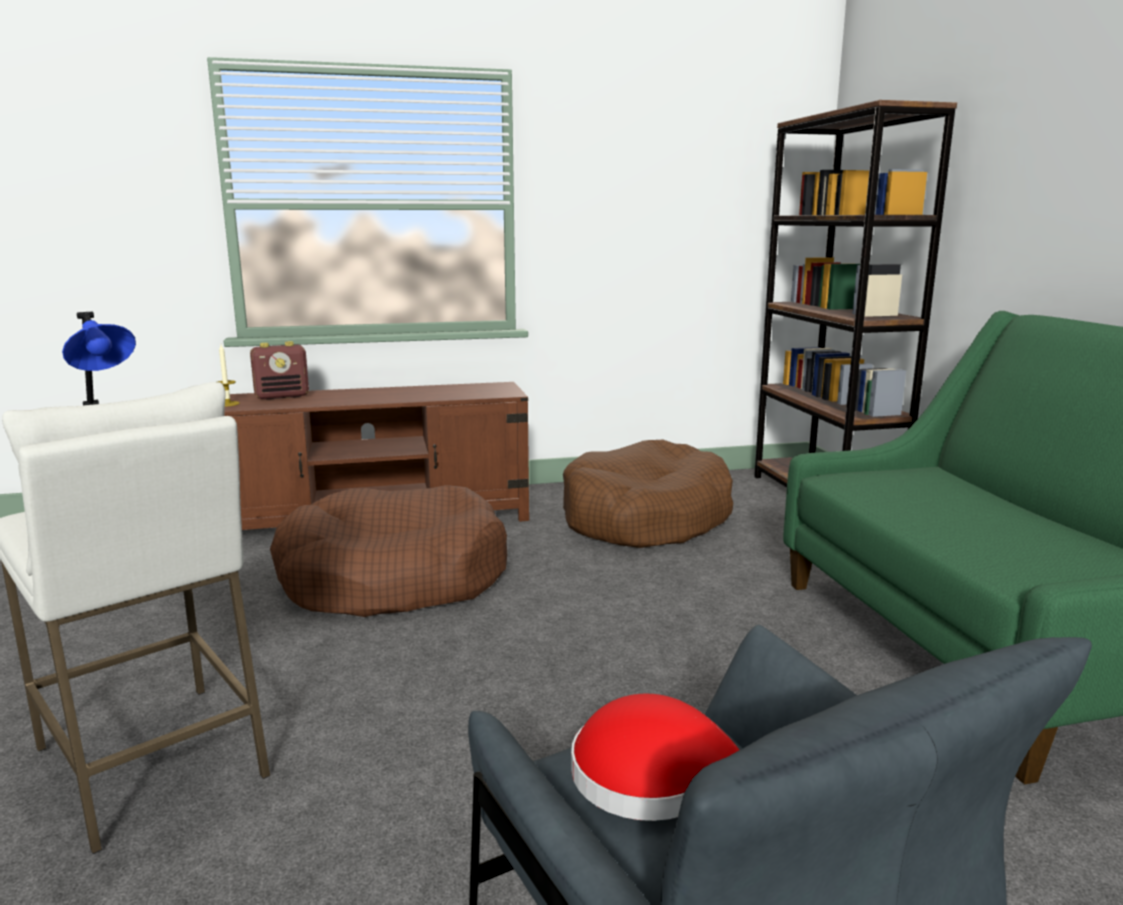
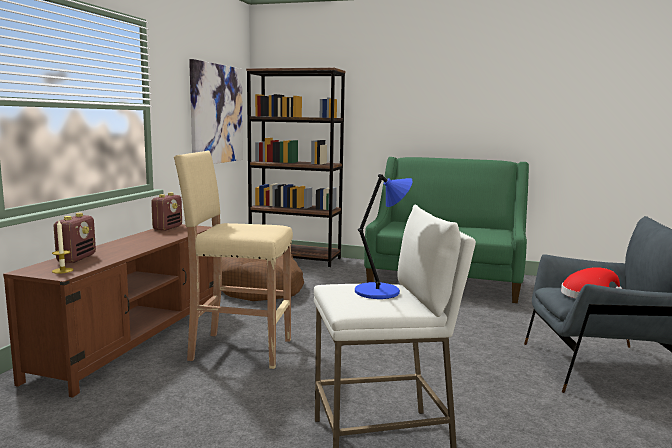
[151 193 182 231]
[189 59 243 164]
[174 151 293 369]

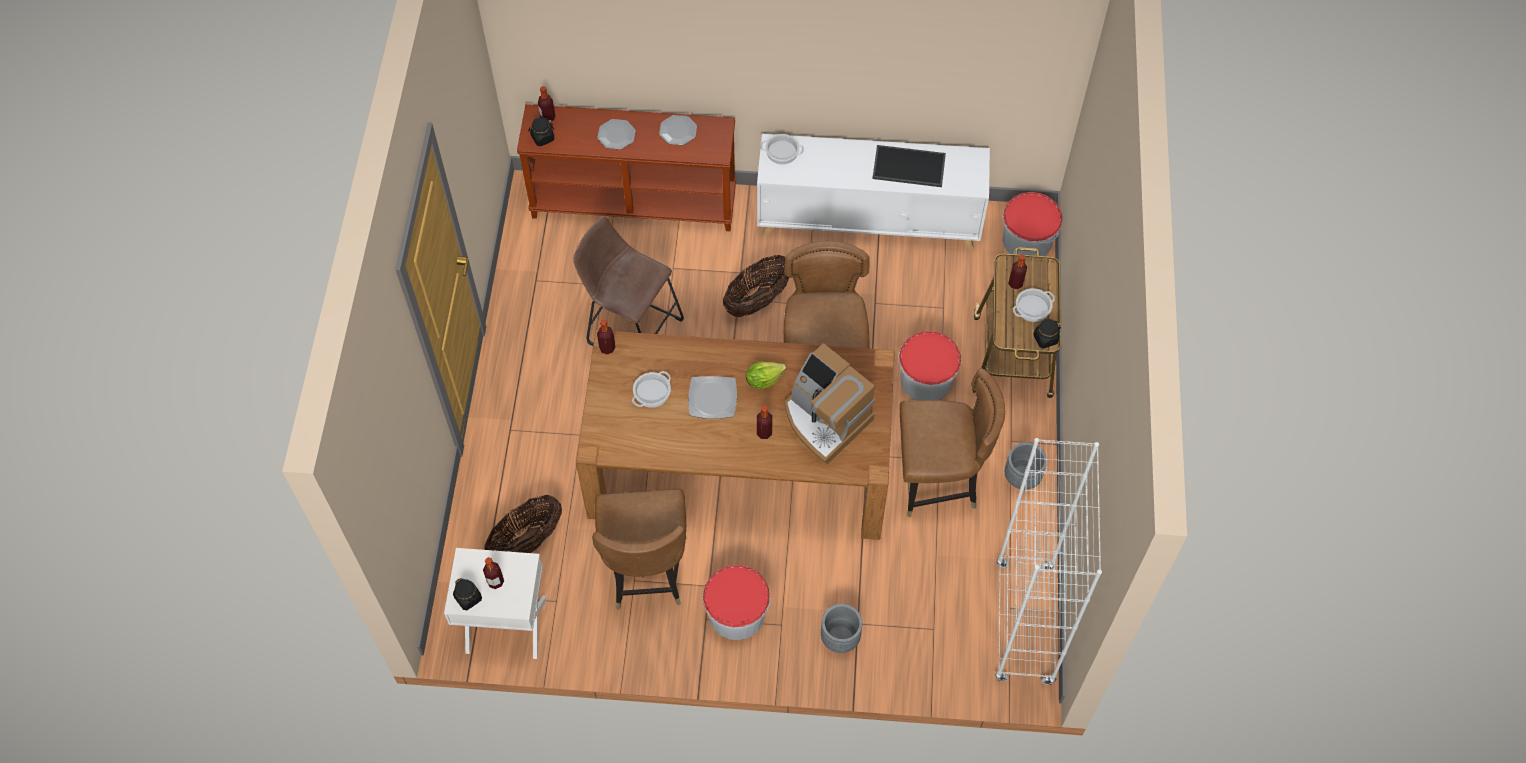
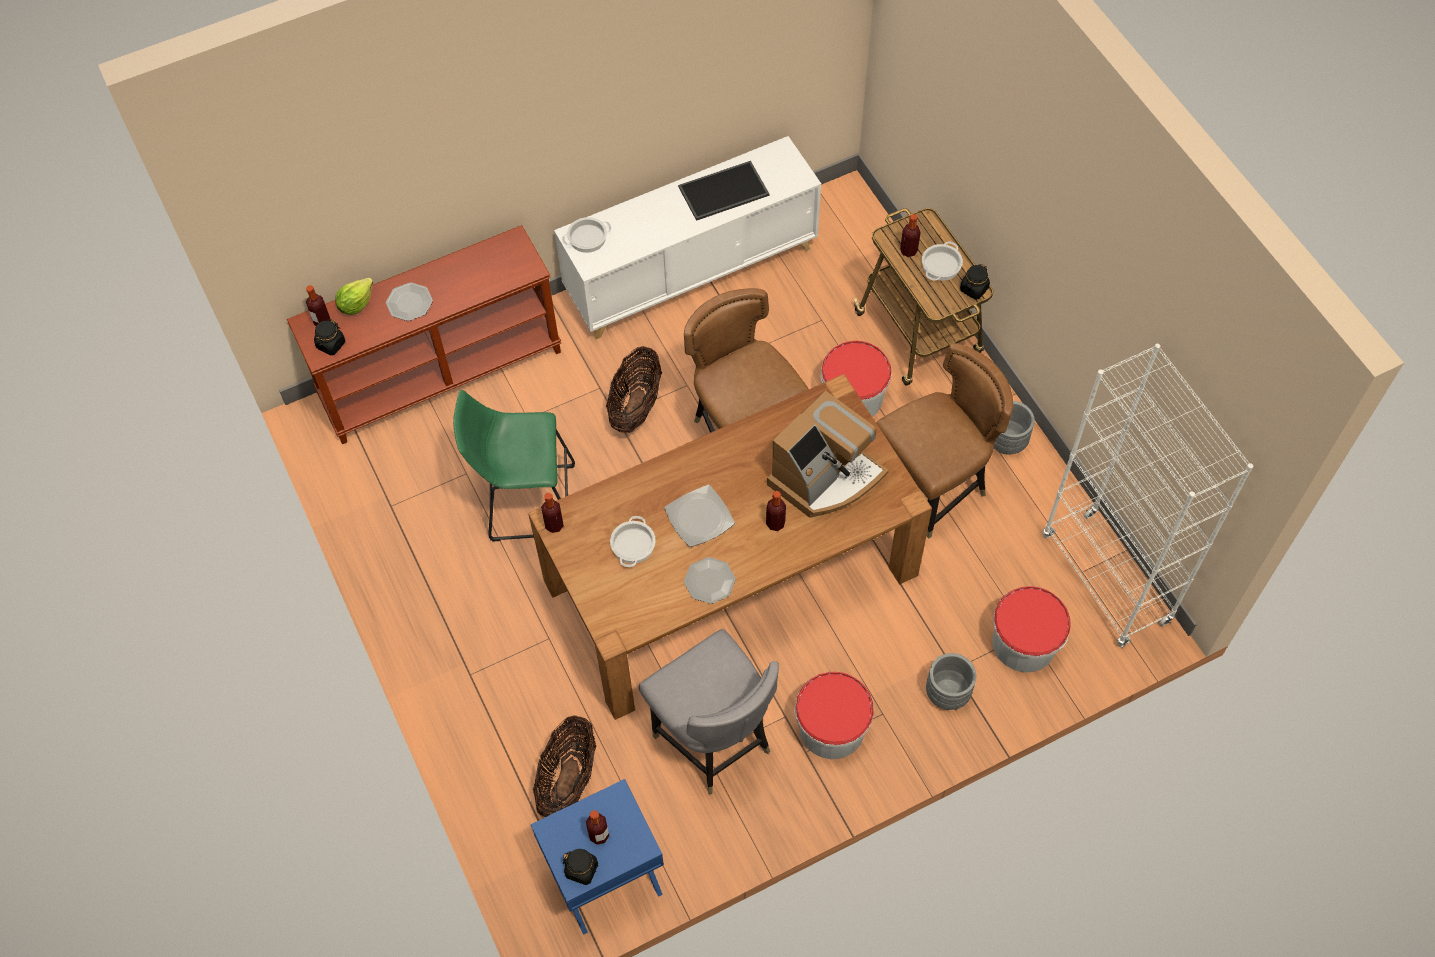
[684 557 736 604]
[335 277 373 315]
[992 586 1070 672]
[531 779 664 935]
[453 390 575 542]
[639 629 779 794]
[767 391 889 518]

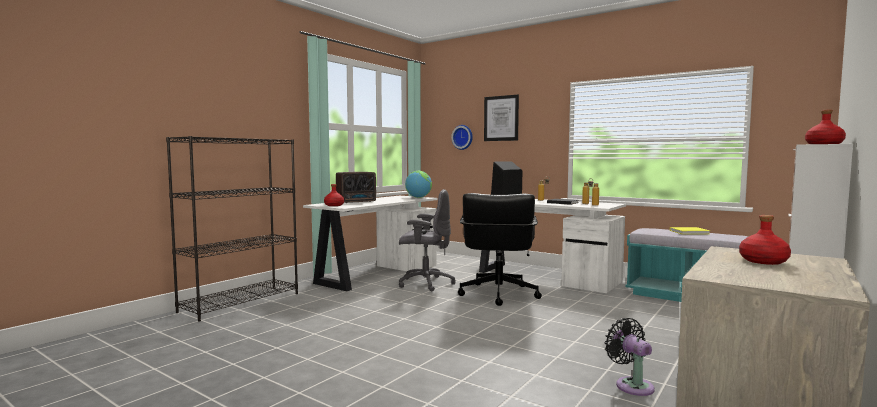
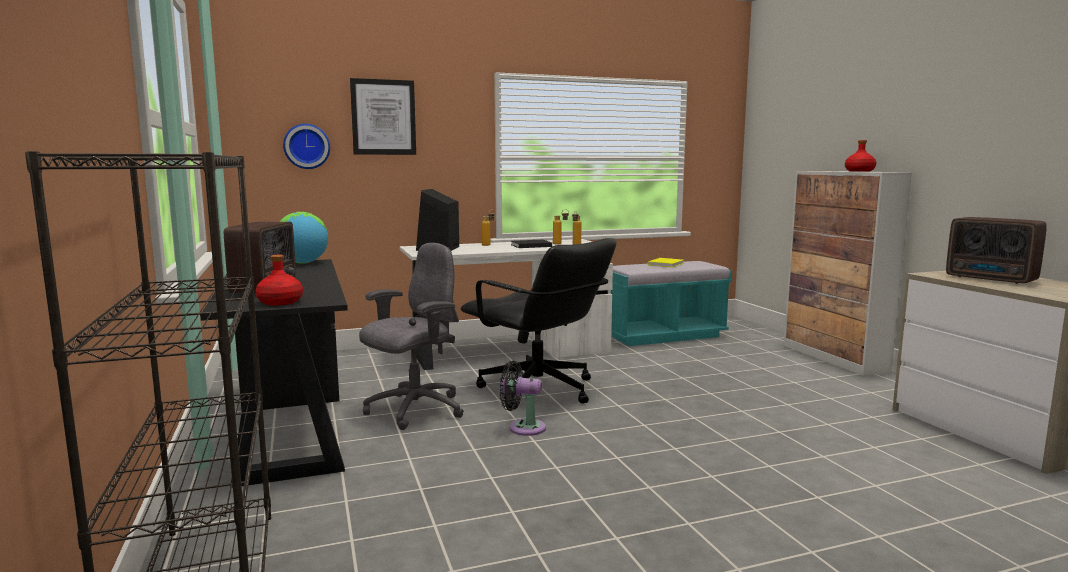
[500 361 546 436]
[946 217 1047 284]
[200 259 348 488]

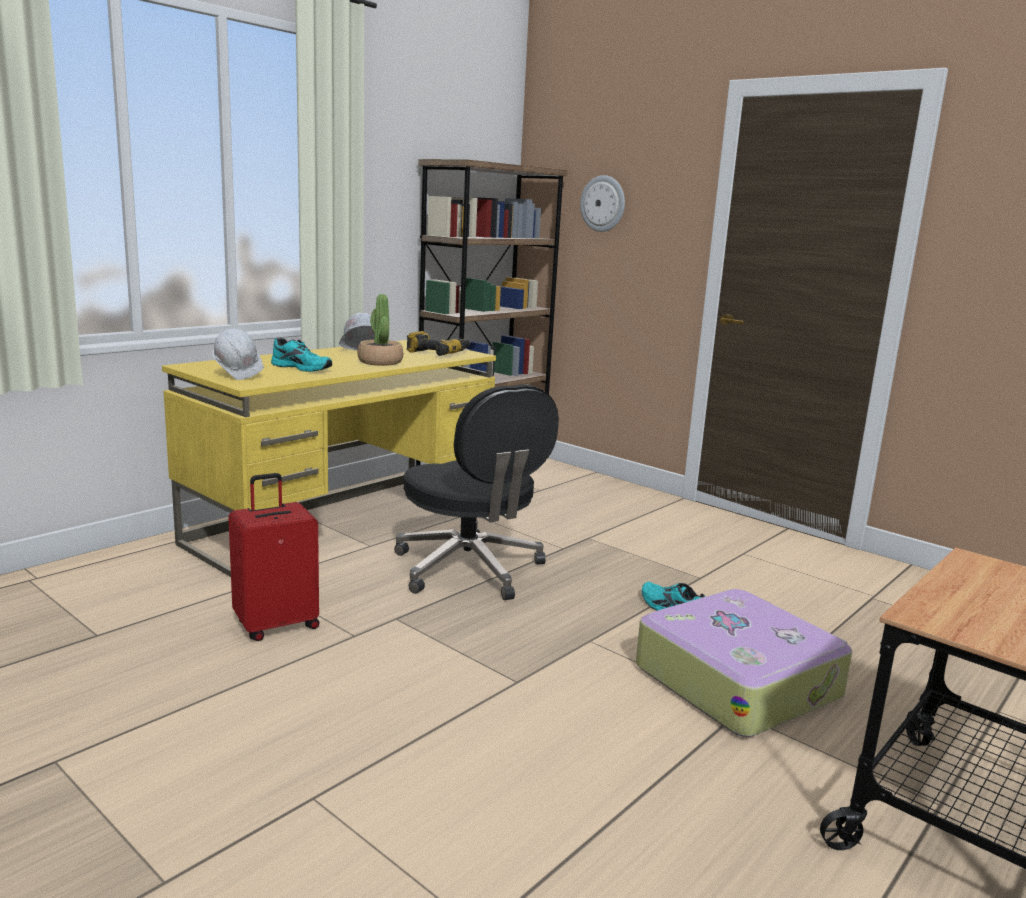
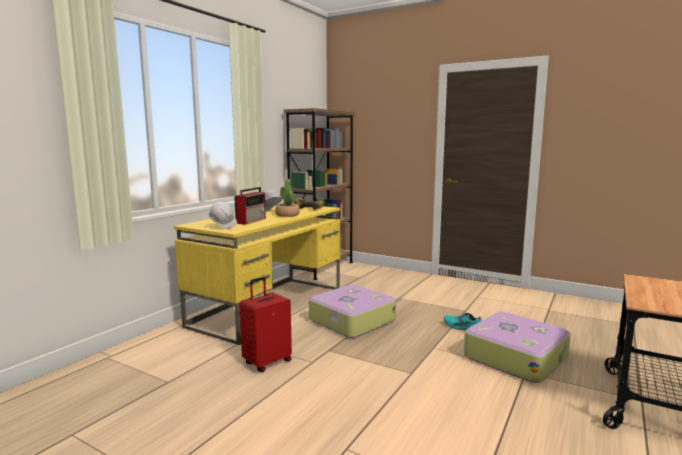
[580 175 625 232] (first image)
[234 187 266 225]
[309 285 396 338]

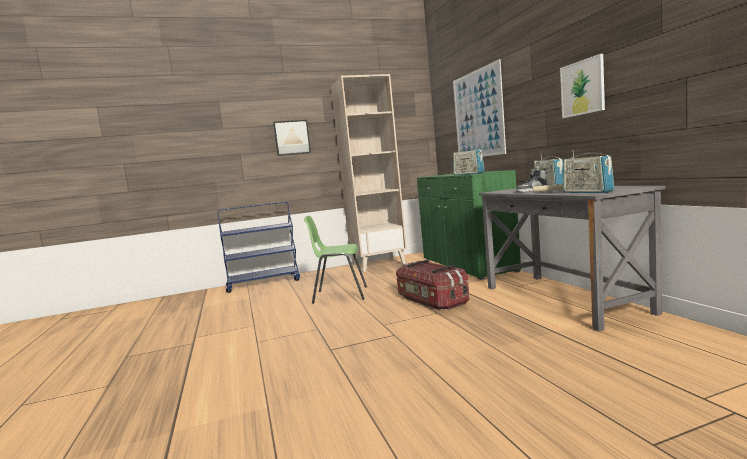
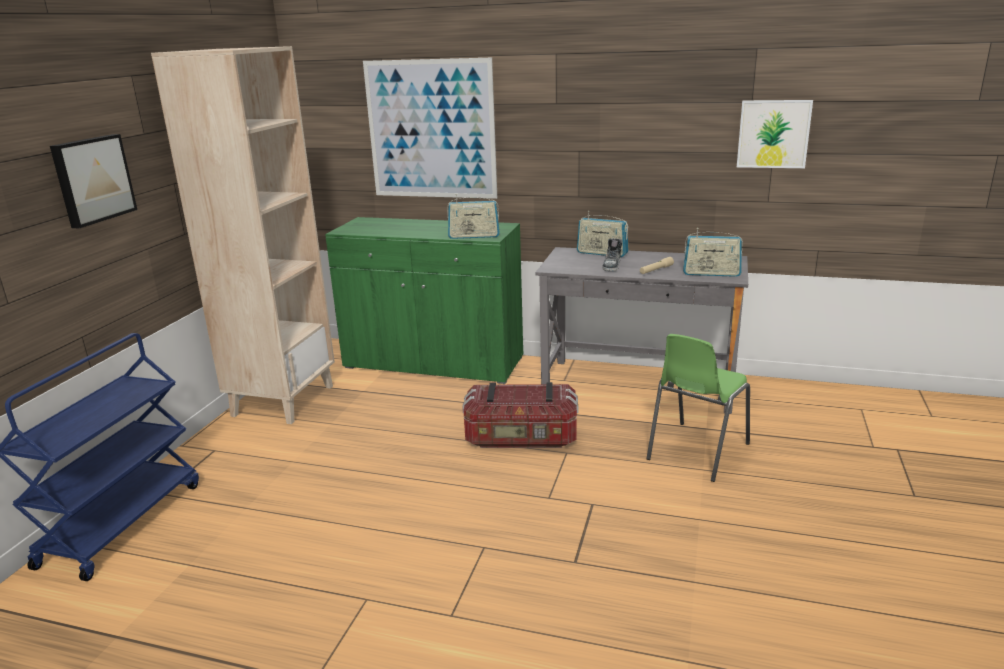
[646 334 750 482]
[737 100 813 168]

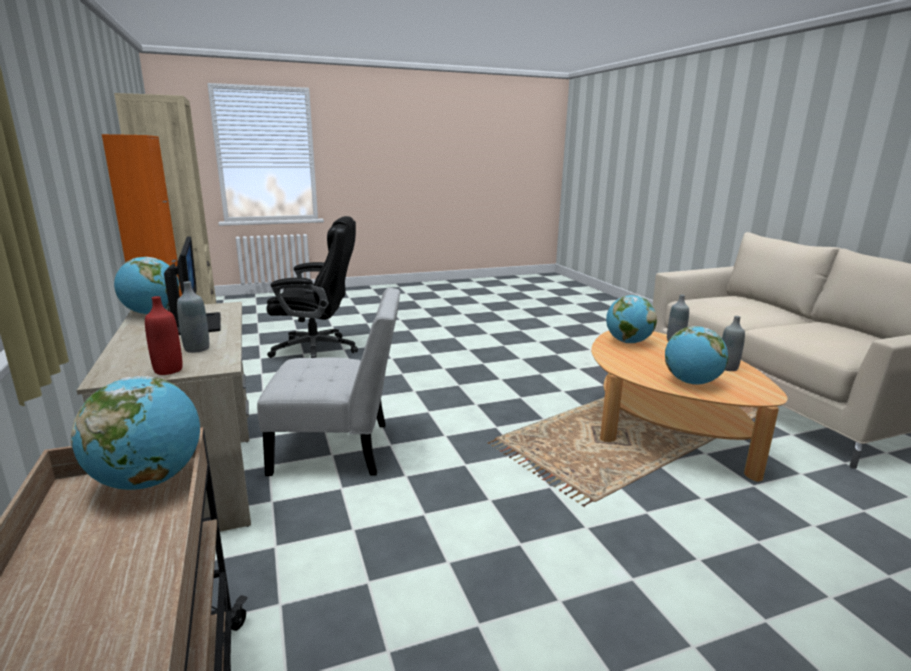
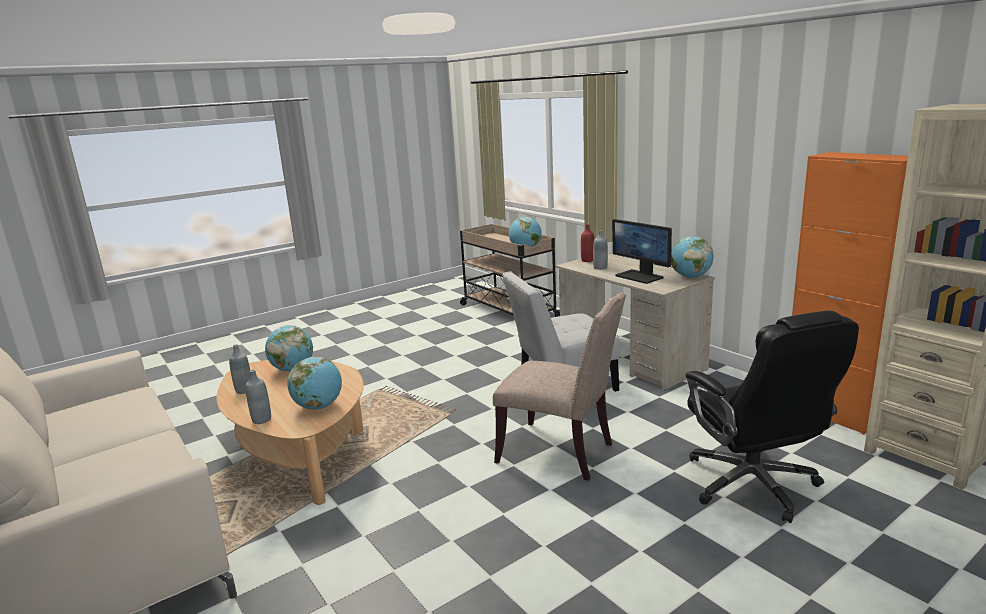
[493 293 626 481]
[686 311 859 523]

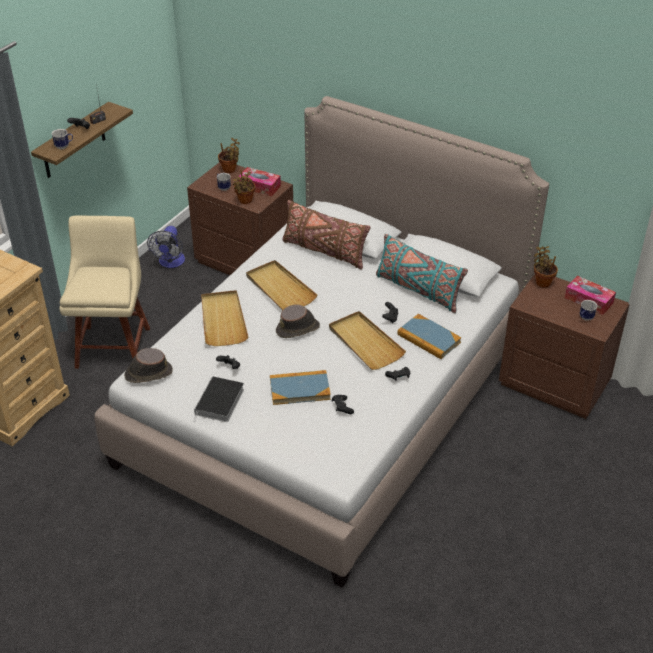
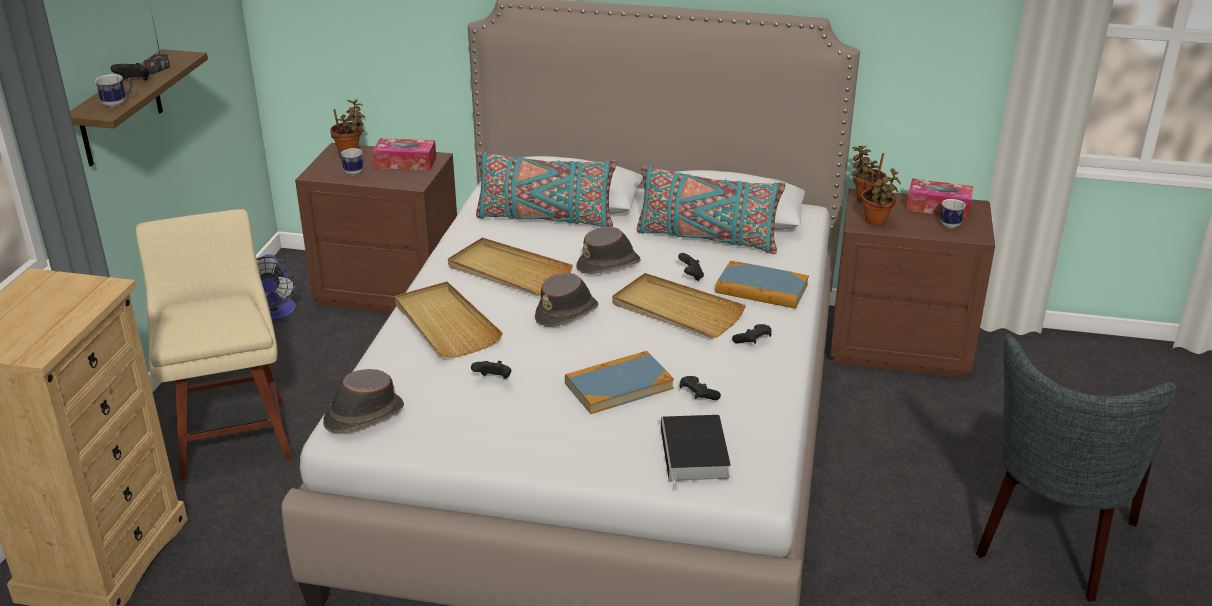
[576 227 641 274]
[976 334 1176 601]
[661 415 731 491]
[861 168 901 226]
[476 152 617 227]

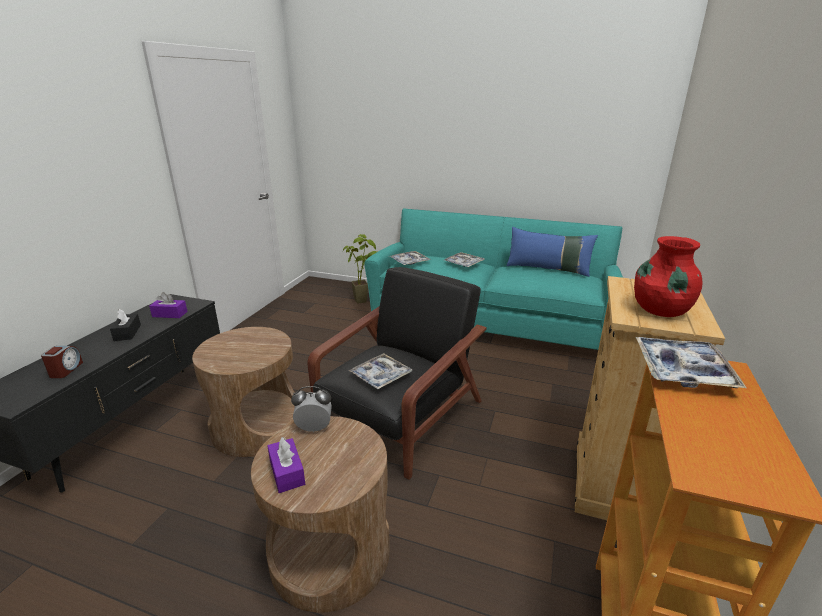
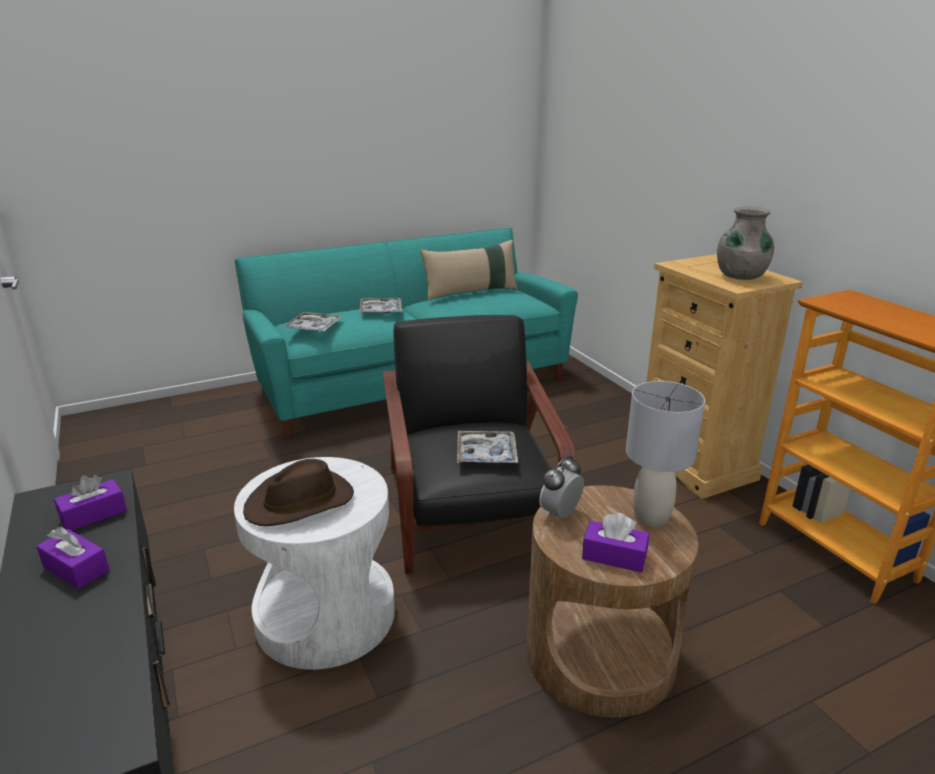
[41 346 83 378] (first image)
[343 234 377 304] (first image)
[636 337 746 388] (first image)
[243 459 354 526]
[626 381 705 527]
[36 527 109 589]
[234 457 395 670]
[420 240 518 301]
[717 206 774 280]

